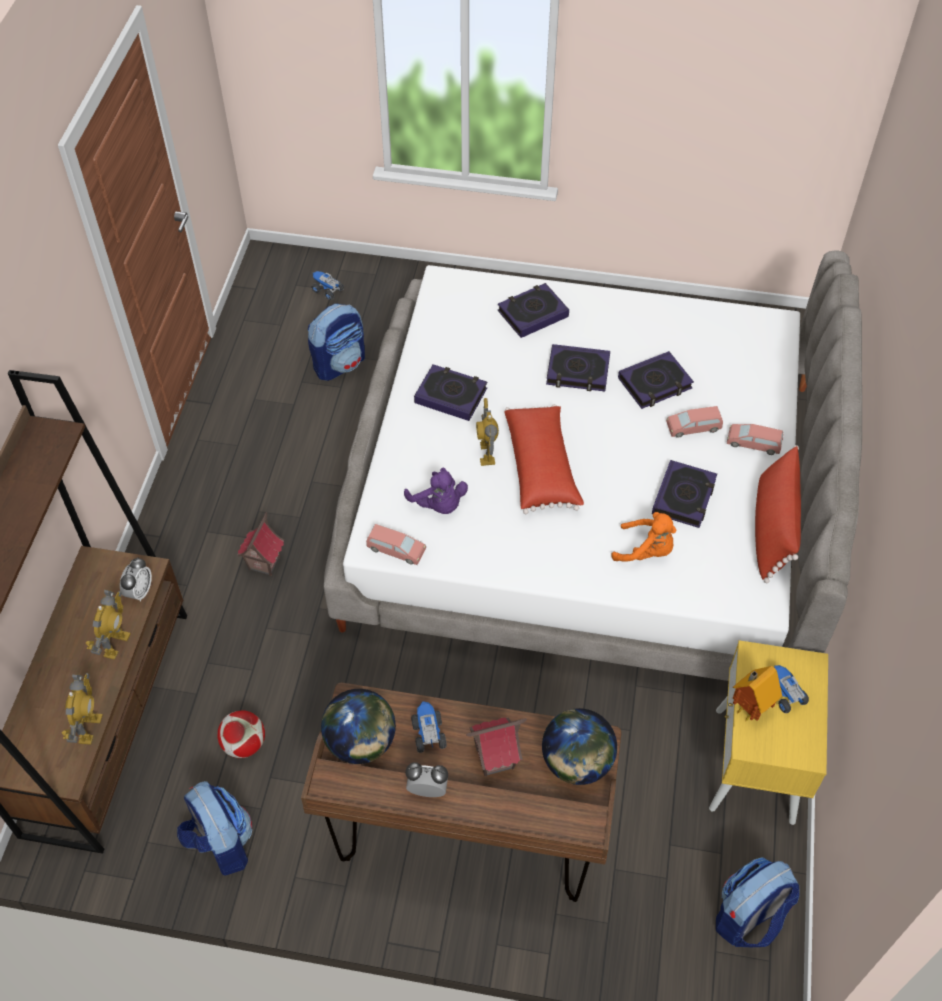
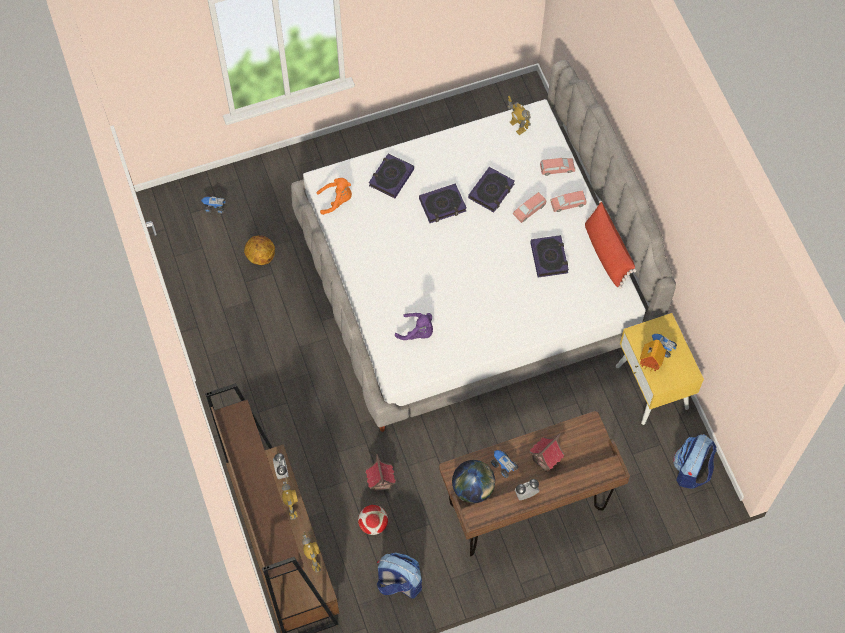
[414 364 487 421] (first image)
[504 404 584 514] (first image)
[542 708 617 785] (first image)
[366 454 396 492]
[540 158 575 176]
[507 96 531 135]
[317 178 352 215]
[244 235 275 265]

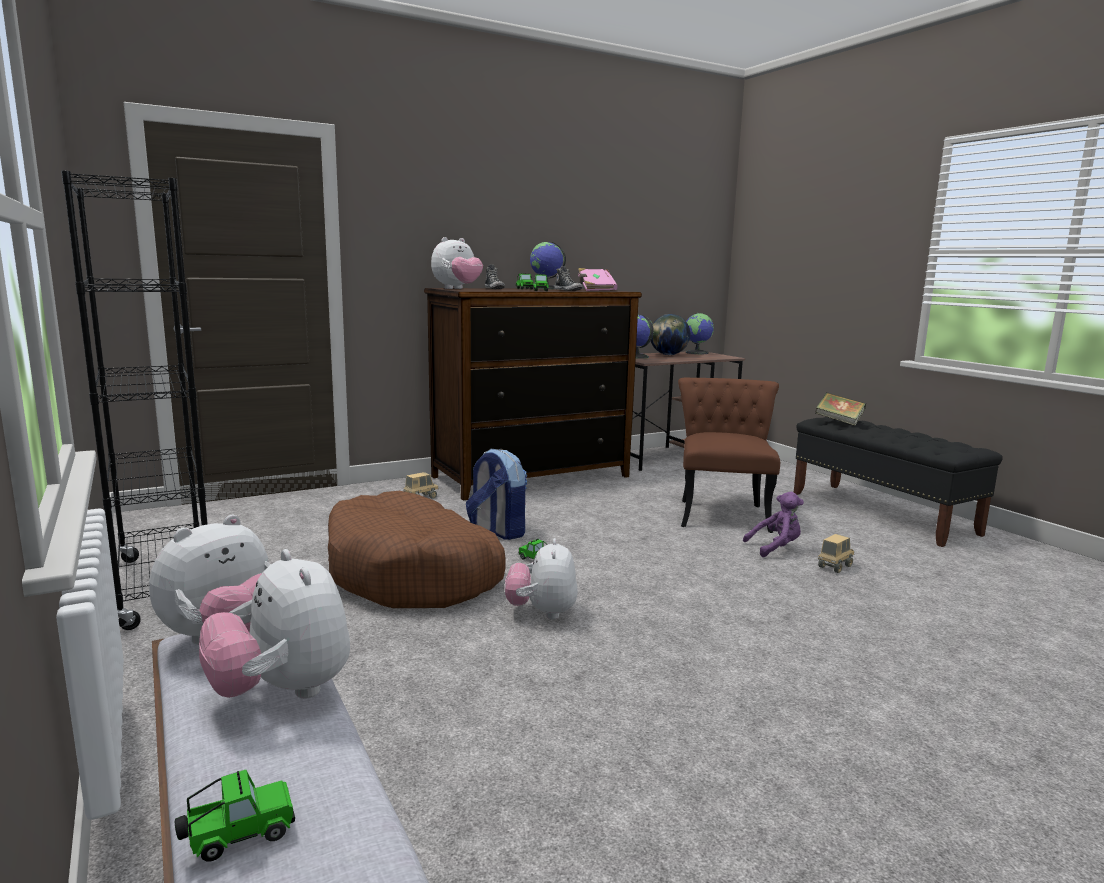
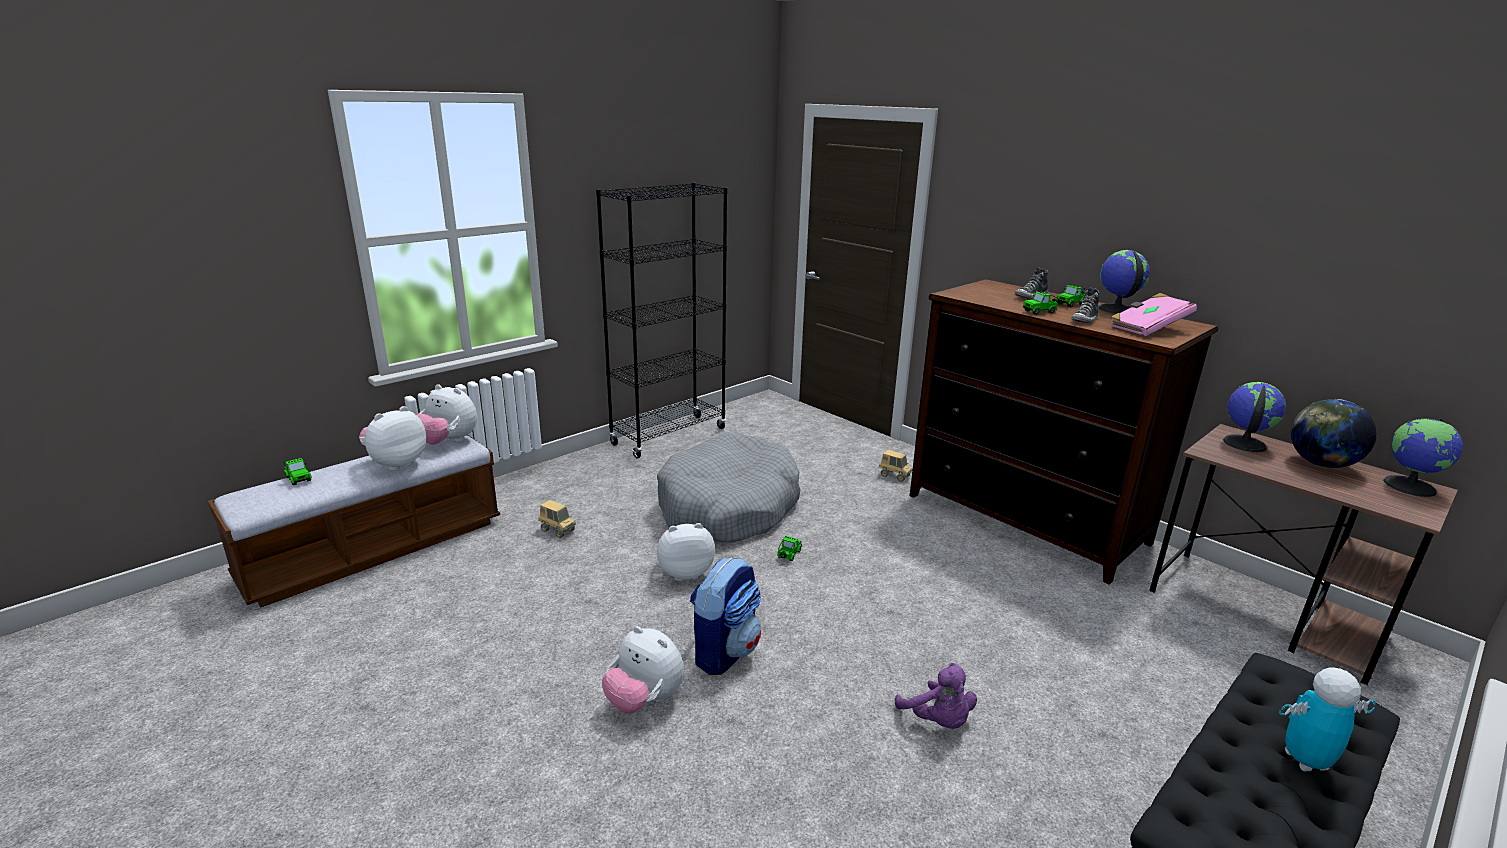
[678 378 780 533] (first image)
[815 392 866 426] (first image)
[1279 668 1376 771]
[602 626 684 714]
[690 557 761 675]
[538 500 576 538]
[657 432 800 543]

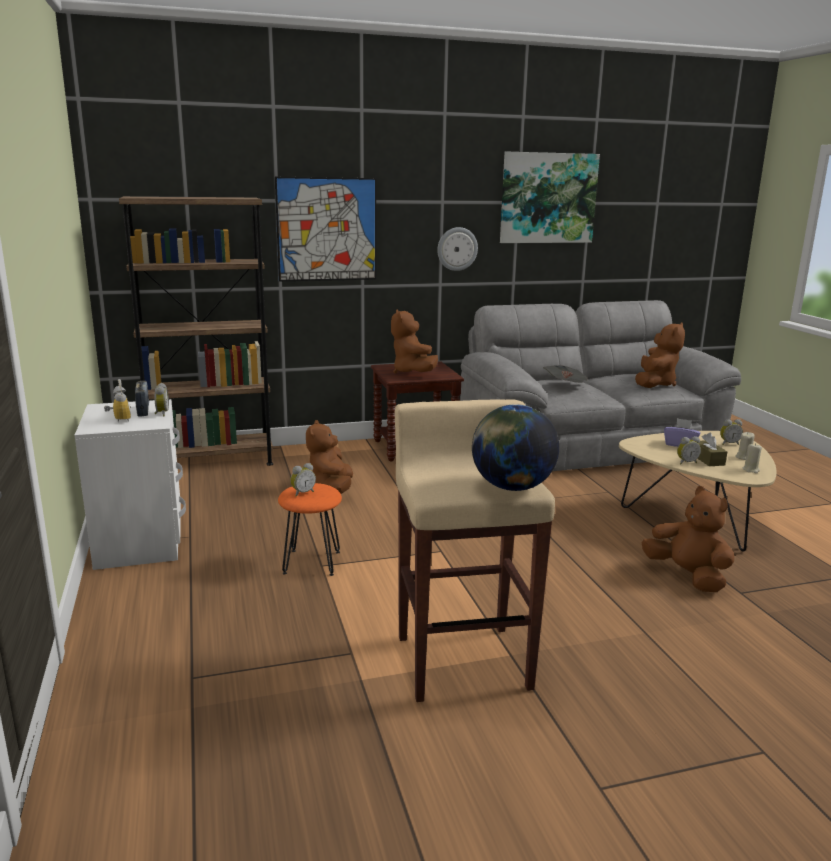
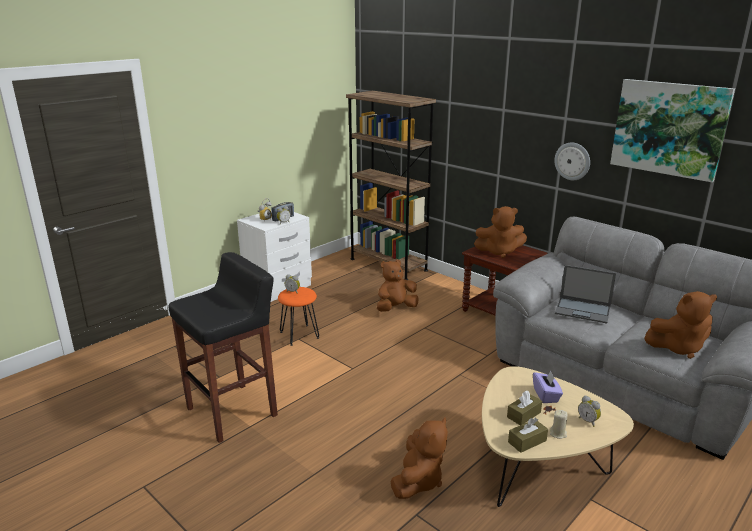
[275 177 376 281] (first image)
[472 404 559 491] (first image)
[677 436 701 464] (first image)
[555 265 616 324]
[508 418 548 453]
[168 252 278 443]
[474 206 527 258]

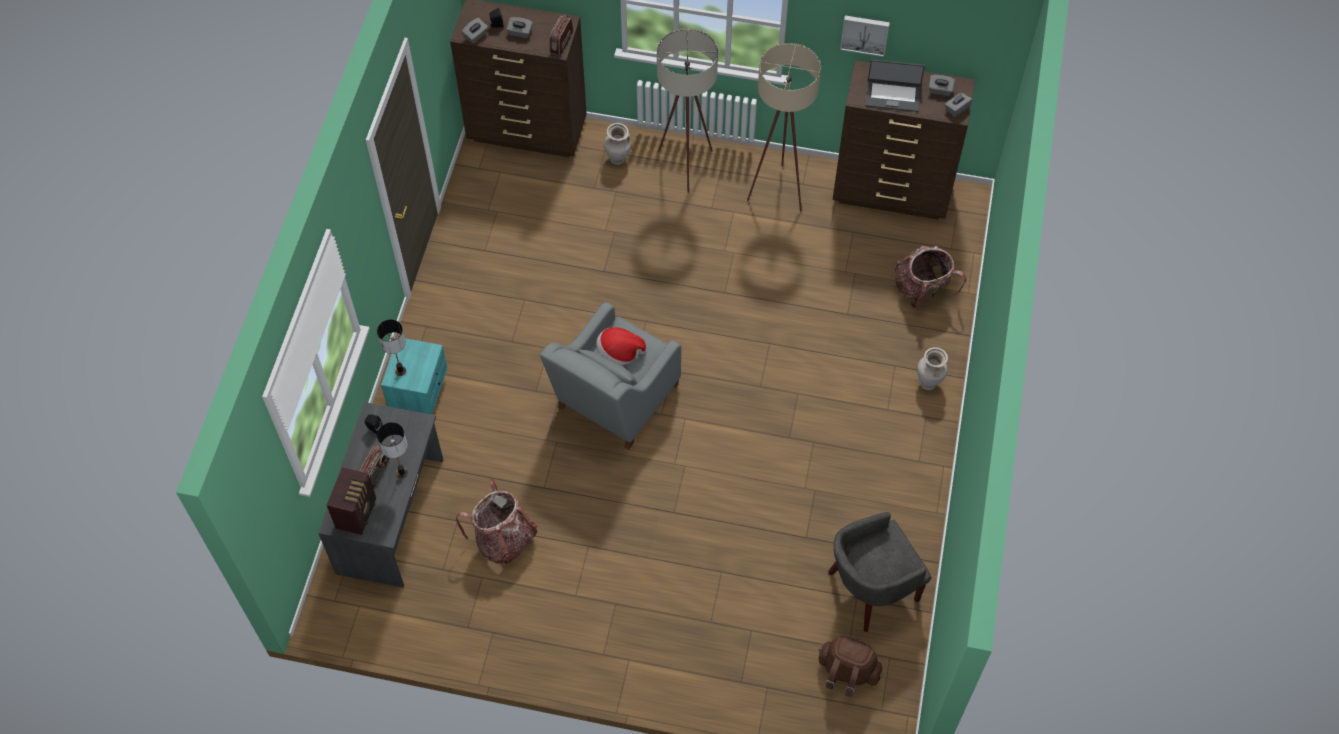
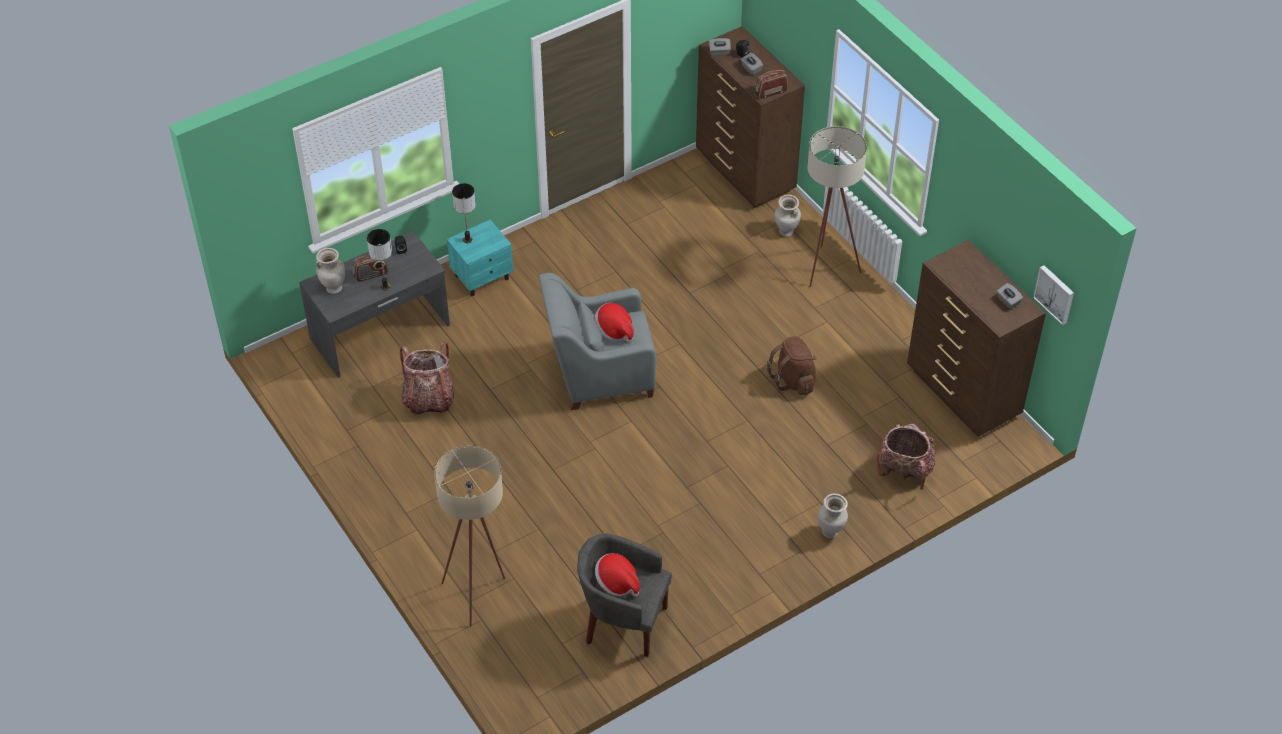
[865 59 925 112] (first image)
[945 93 972 117] (first image)
[595 553 640 597]
[434 446 505 626]
[767 336 816 395]
[1033 265 1074 325]
[316 248 345 294]

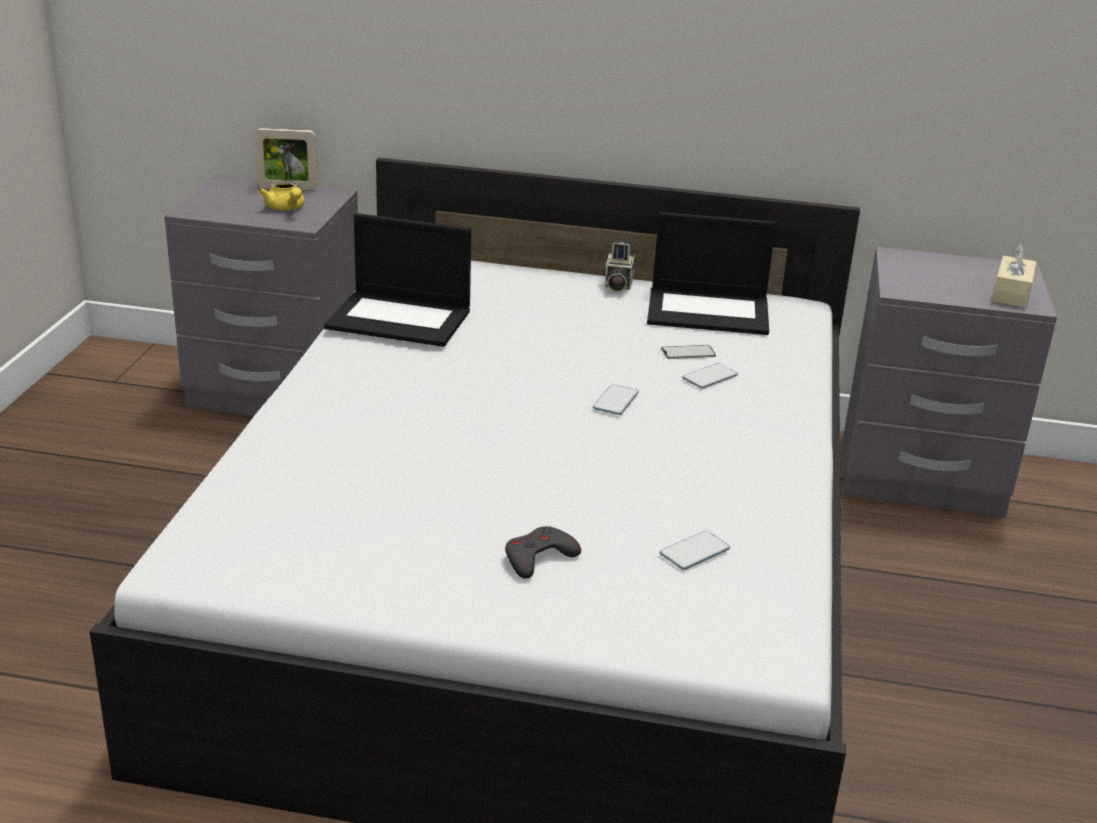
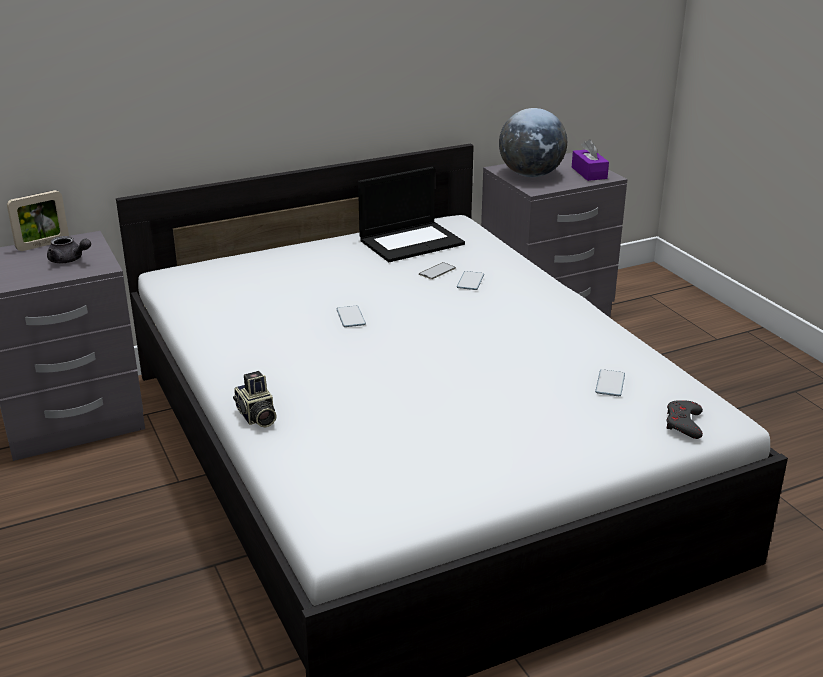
[324 213 471 347] (first image)
[499 108 567 177]
[666 400 703 439]
[337 306 366 327]
[233 371 277 428]
[47 236 91 263]
[572 139 609 181]

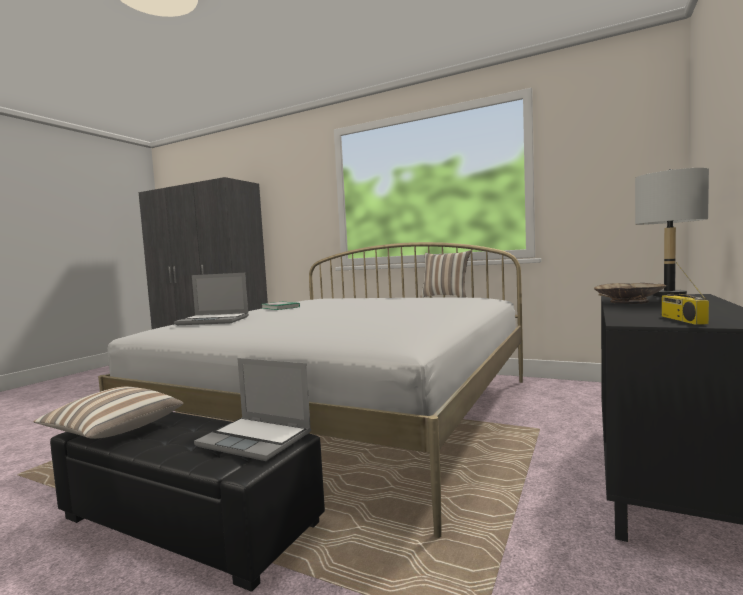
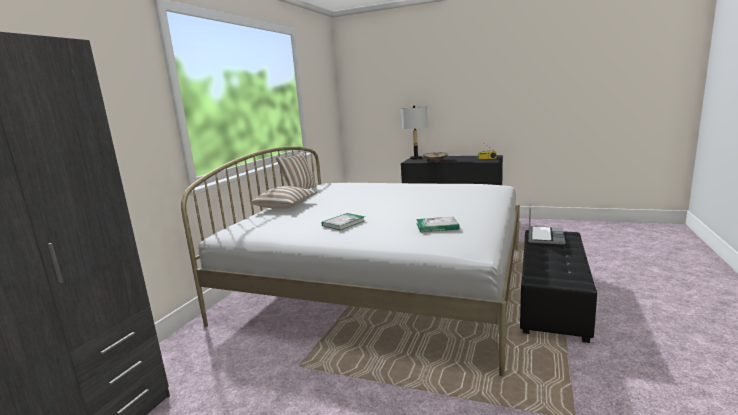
[251 186 317 209]
[416 217 460 232]

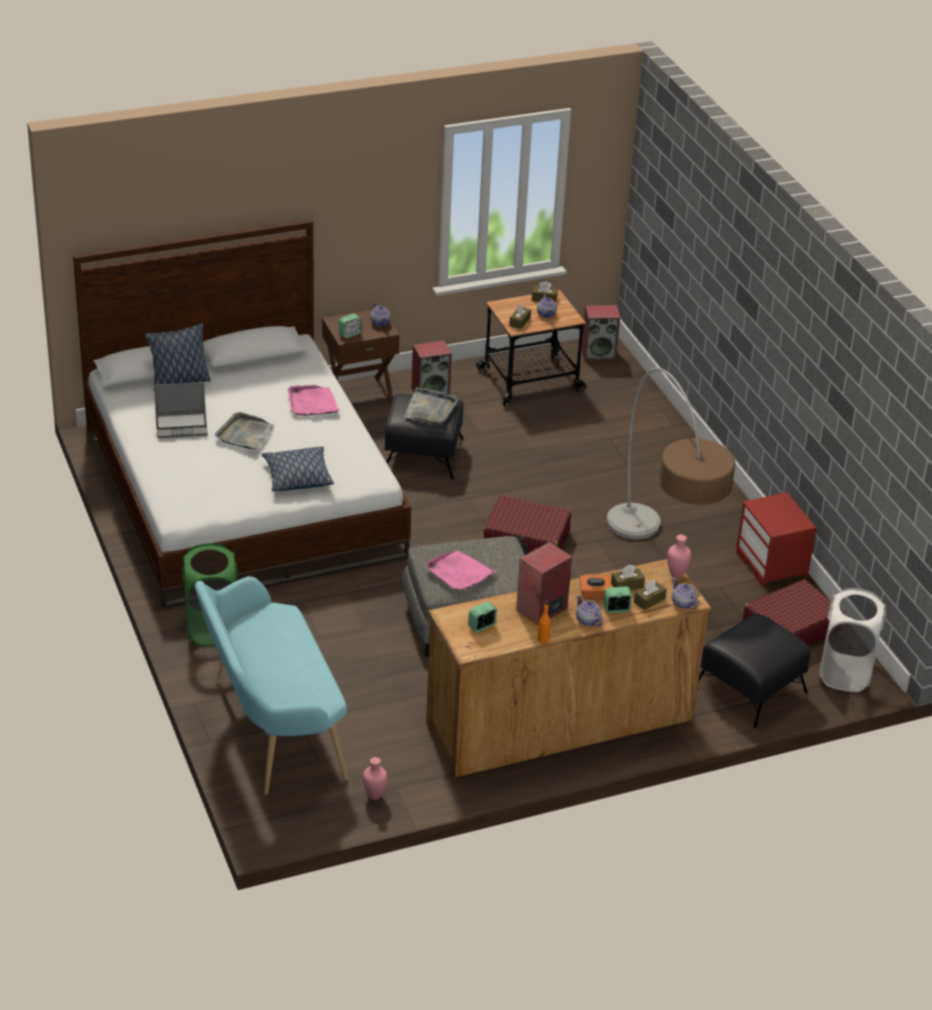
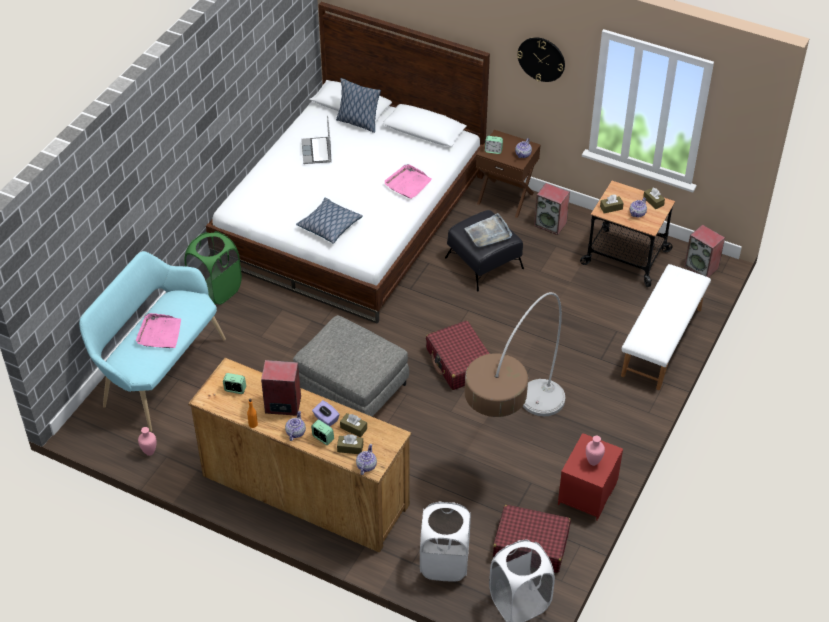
[215 412 274 450] (first image)
[517 37 565 82]
[621 264 711 390]
[136 313 181 348]
[586 436 605 466]
[420 501 471 582]
[312 400 340 426]
[301 116 332 164]

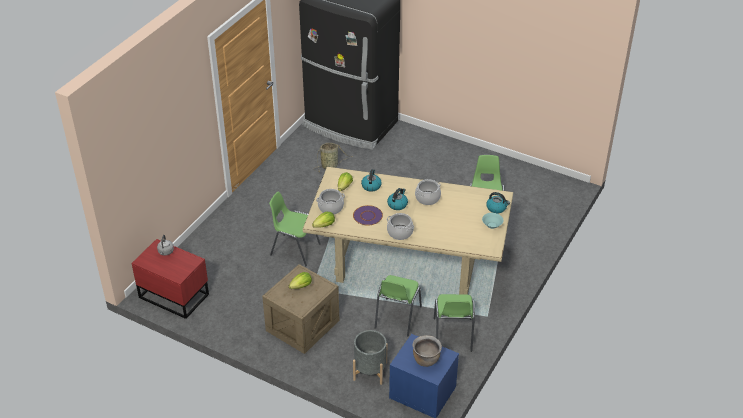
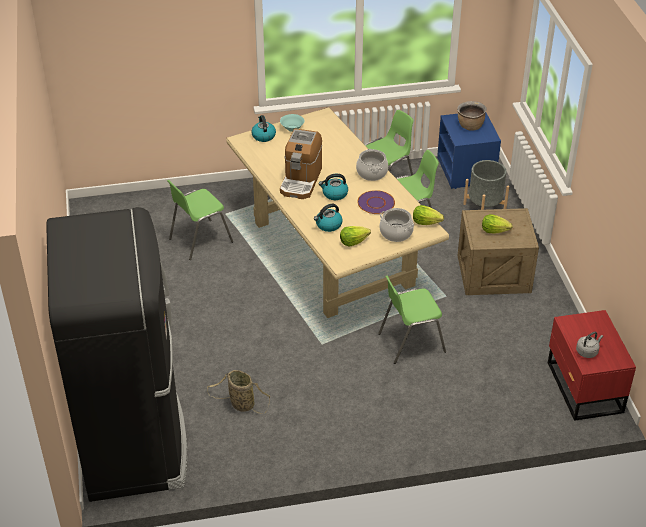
[280 128 322 199]
[378 276 446 364]

